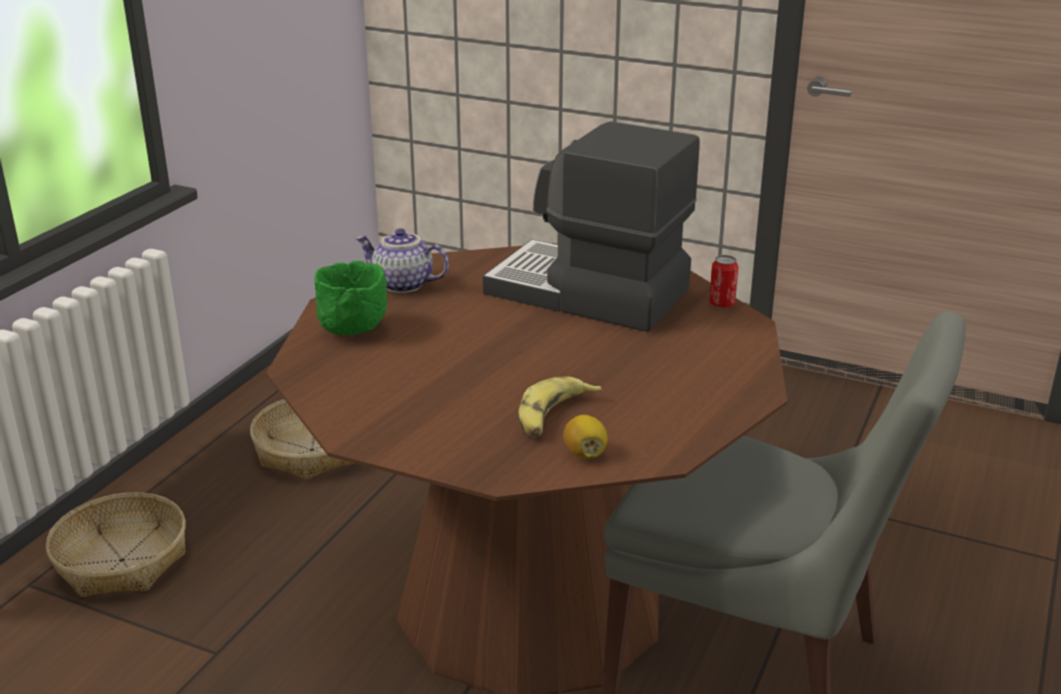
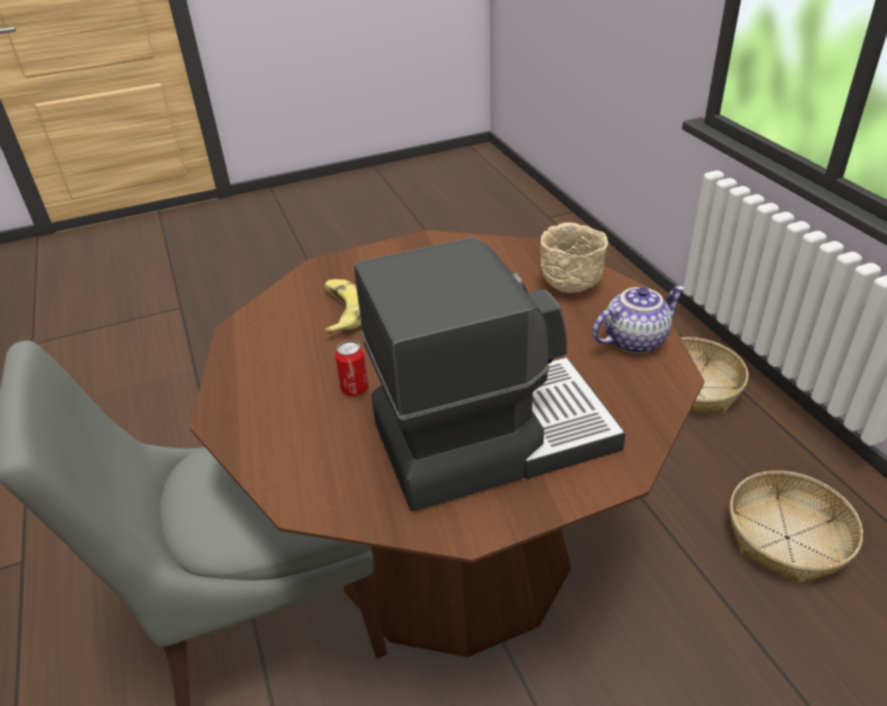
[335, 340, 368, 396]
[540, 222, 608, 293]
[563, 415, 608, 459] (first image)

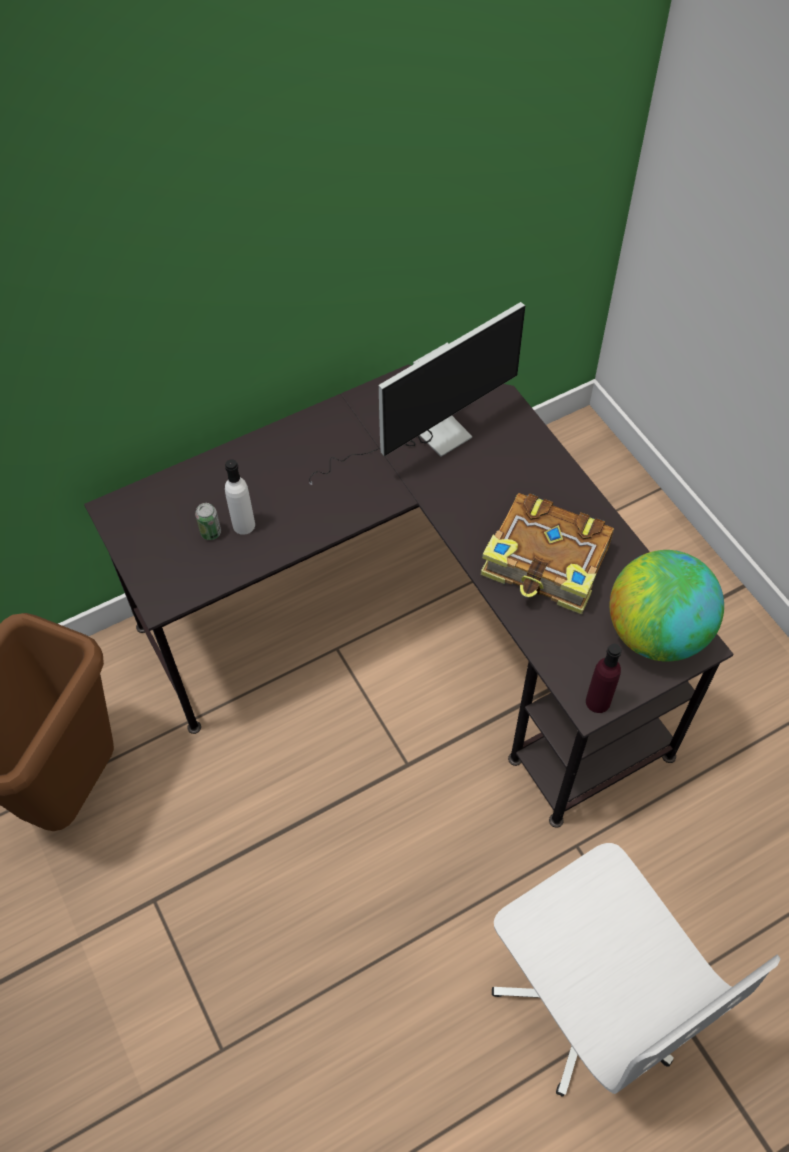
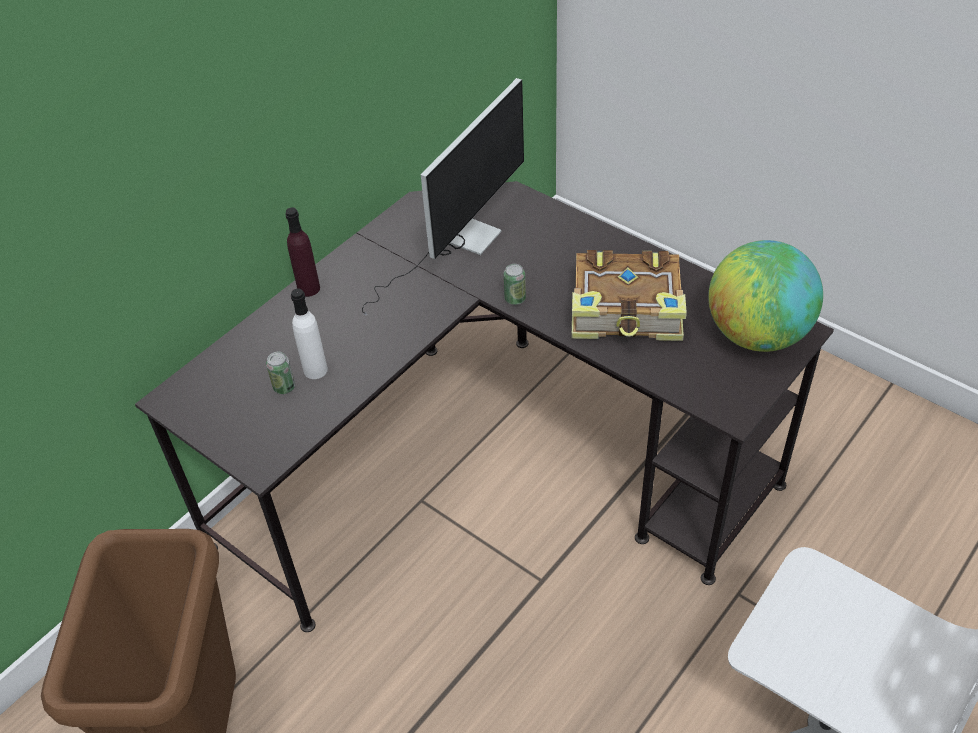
[285, 207, 320, 297]
[504, 264, 526, 305]

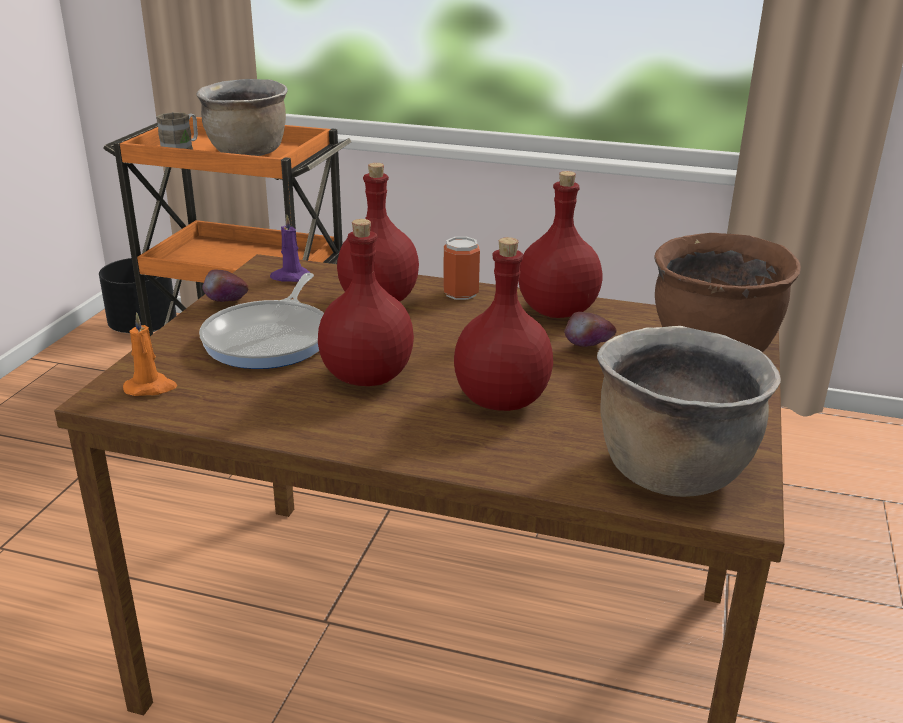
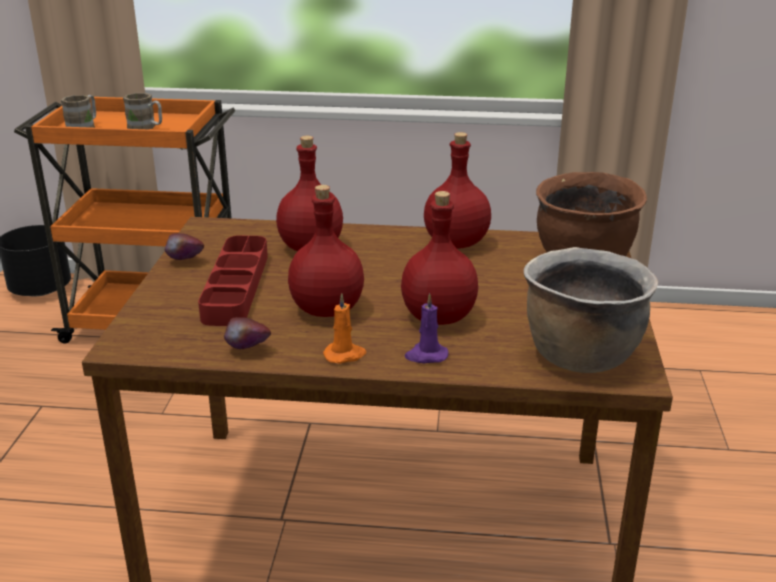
[123, 93, 162, 129]
[198, 236, 268, 326]
[224, 317, 271, 349]
[323, 293, 366, 364]
[404, 293, 448, 363]
[443, 237, 480, 300] (first image)

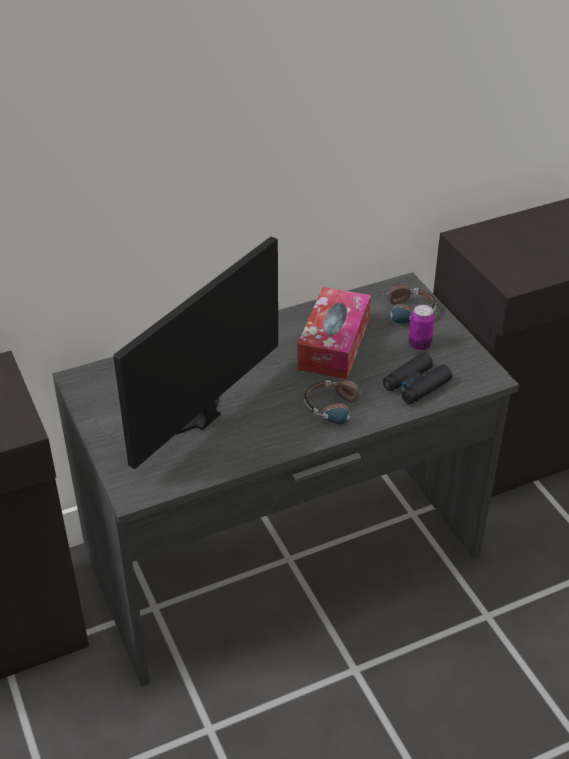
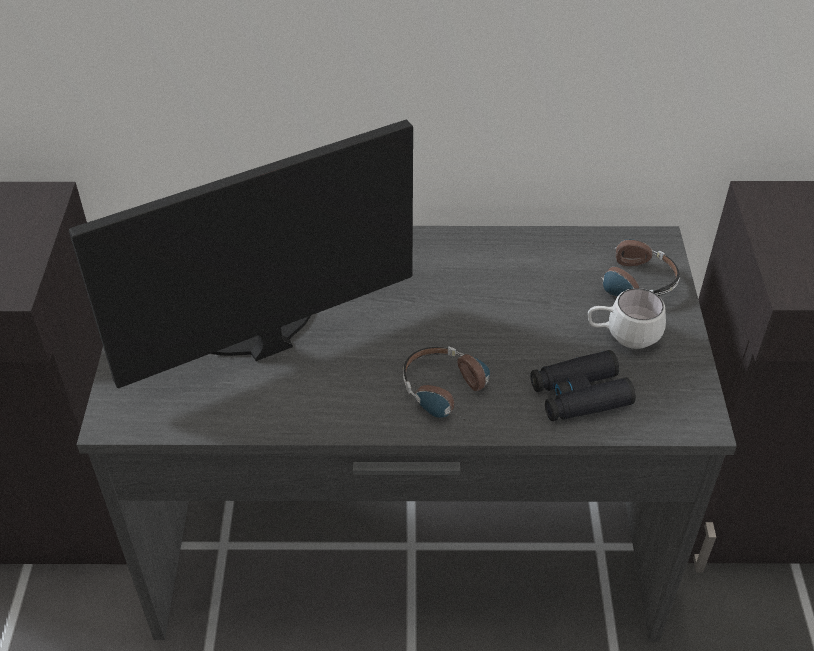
[588, 288, 666, 349]
[297, 287, 371, 379] (first image)

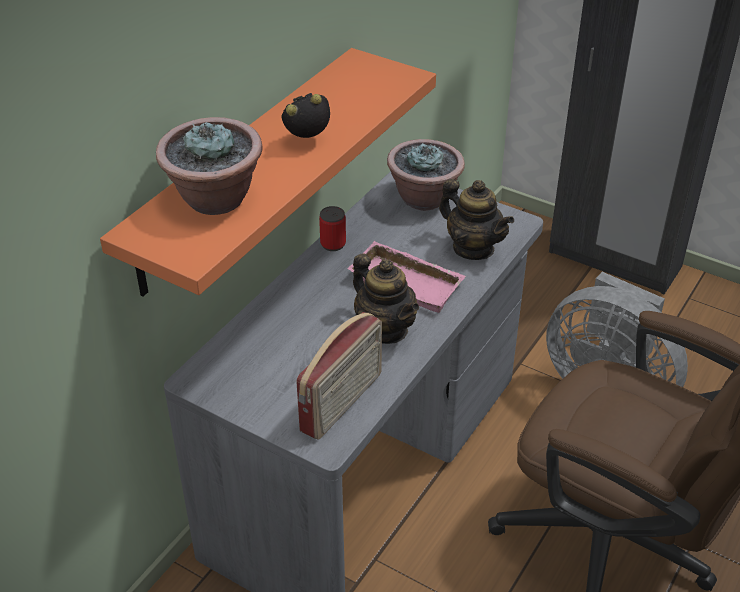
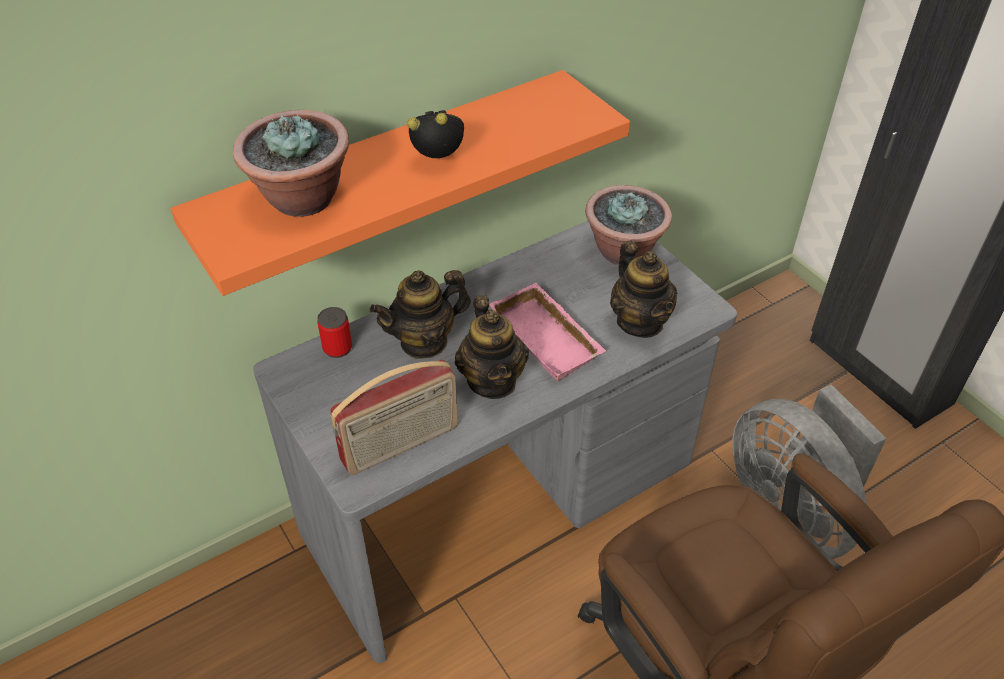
[317, 307, 352, 358]
[370, 270, 471, 359]

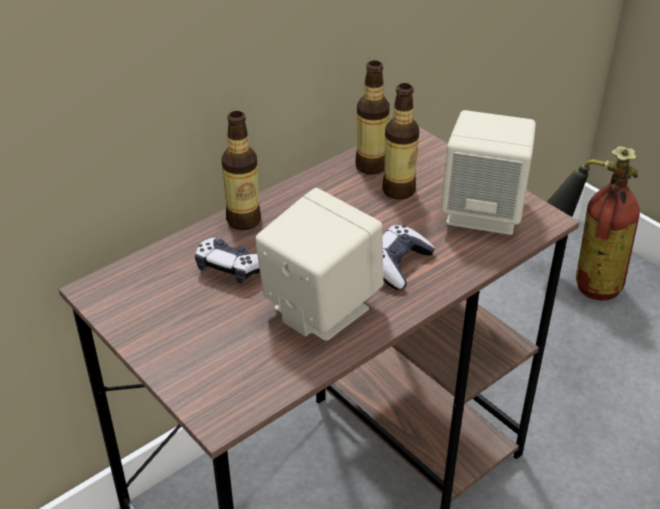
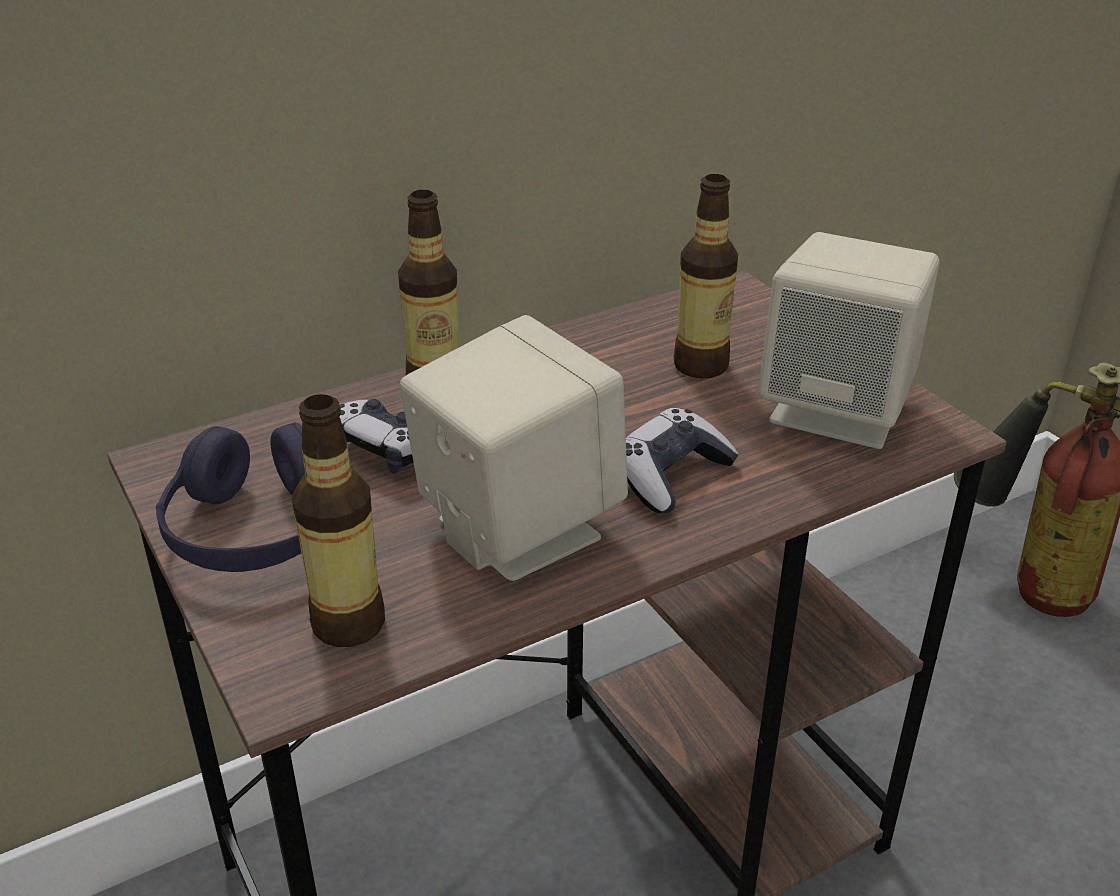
[156, 422, 305, 572]
[292, 394, 385, 647]

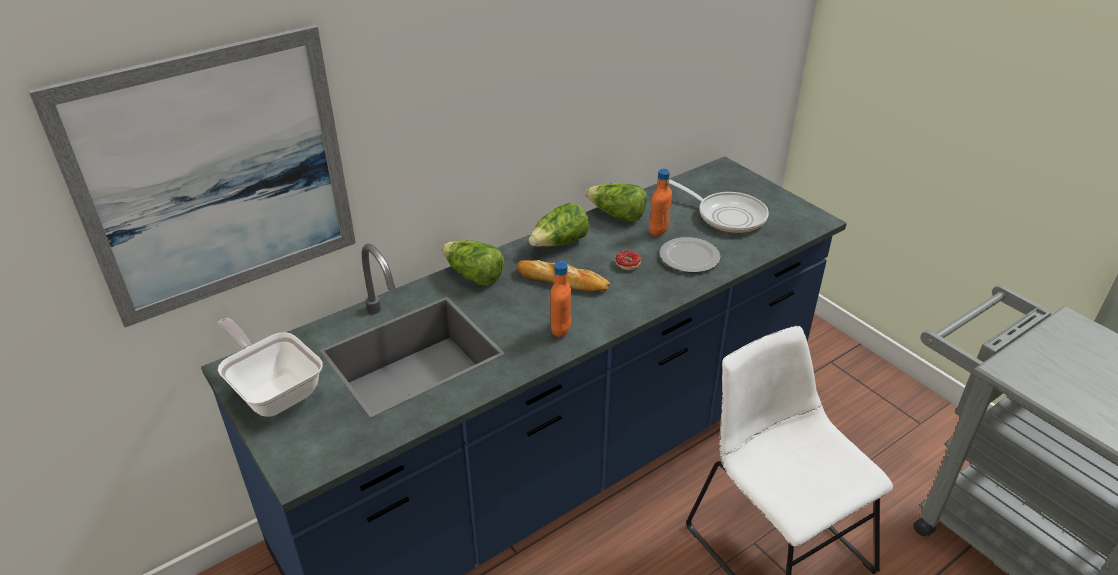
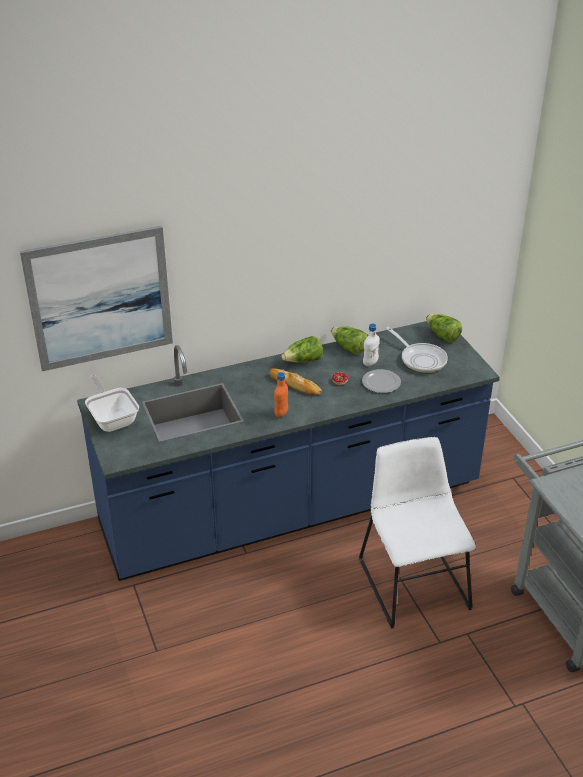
[363, 324, 380, 366]
[426, 314, 462, 342]

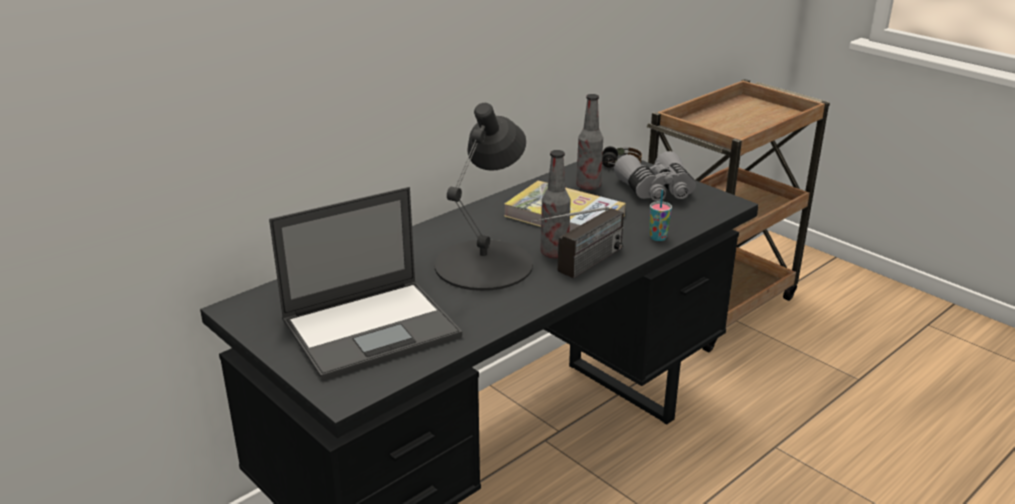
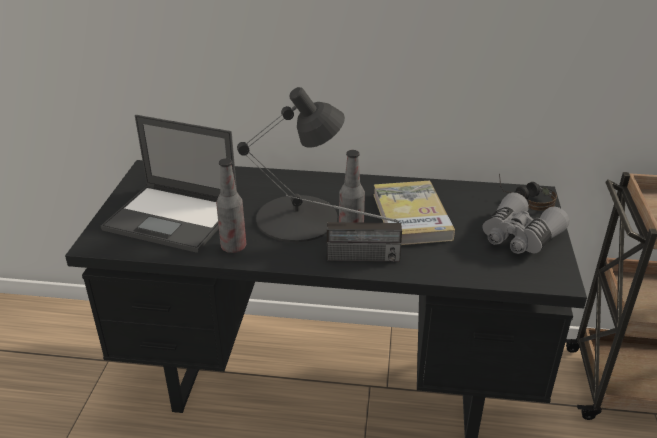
[216, 158, 246, 253]
[649, 190, 672, 241] (first image)

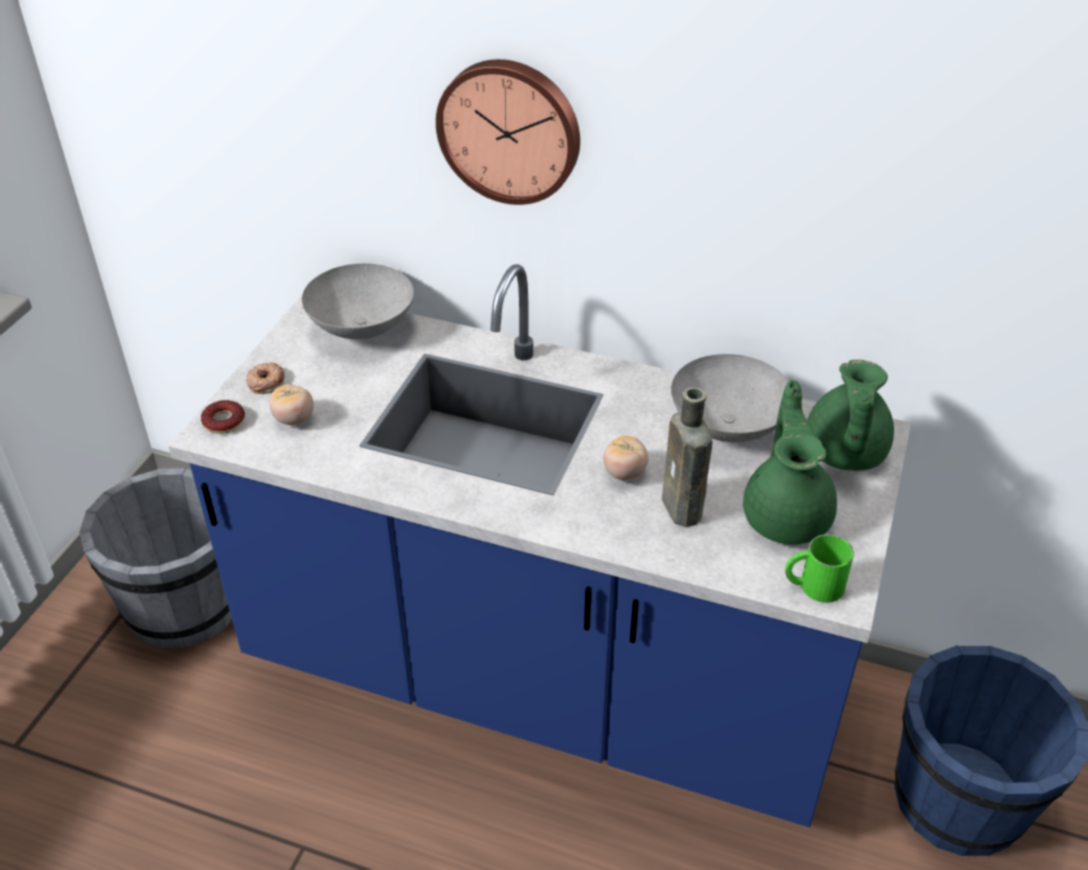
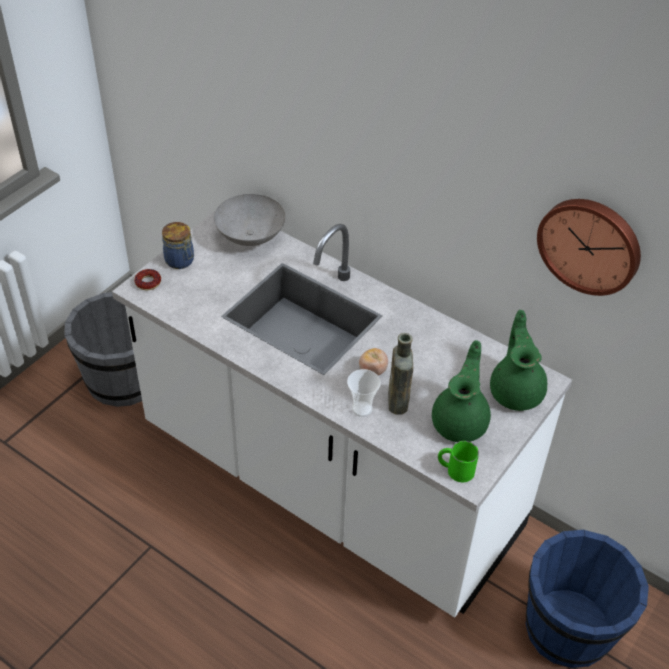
[112, 210, 572, 617]
[162, 222, 194, 269]
[347, 369, 381, 417]
[490, 310, 547, 411]
[537, 199, 641, 296]
[269, 384, 314, 425] (first image)
[671, 354, 789, 442] (first image)

